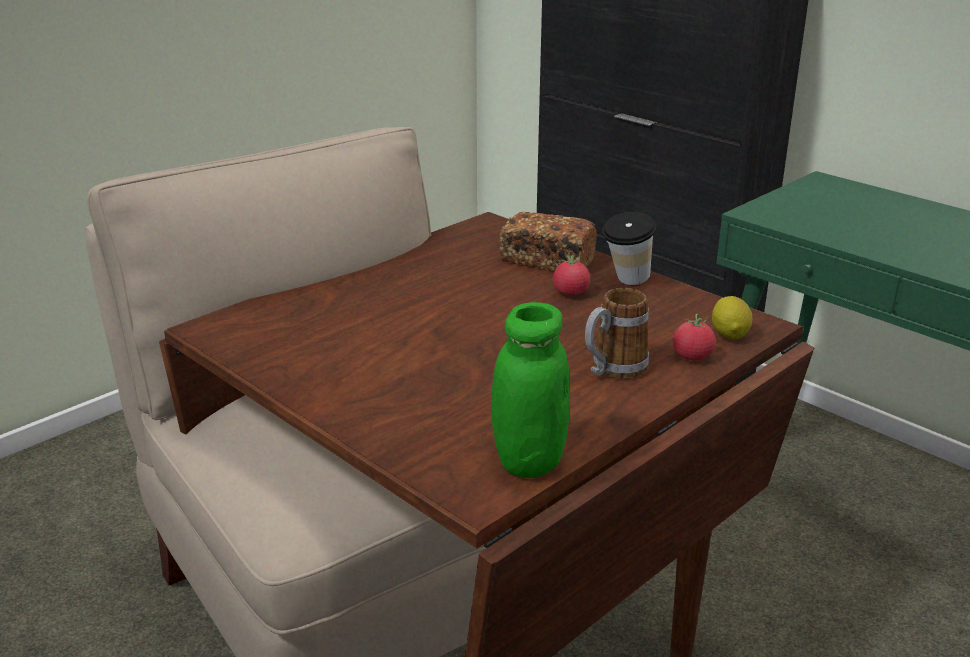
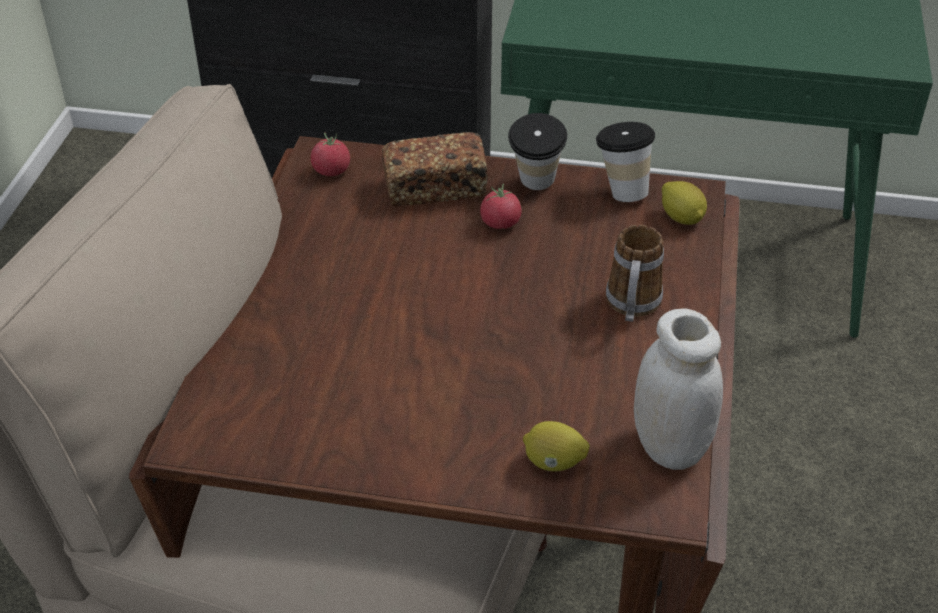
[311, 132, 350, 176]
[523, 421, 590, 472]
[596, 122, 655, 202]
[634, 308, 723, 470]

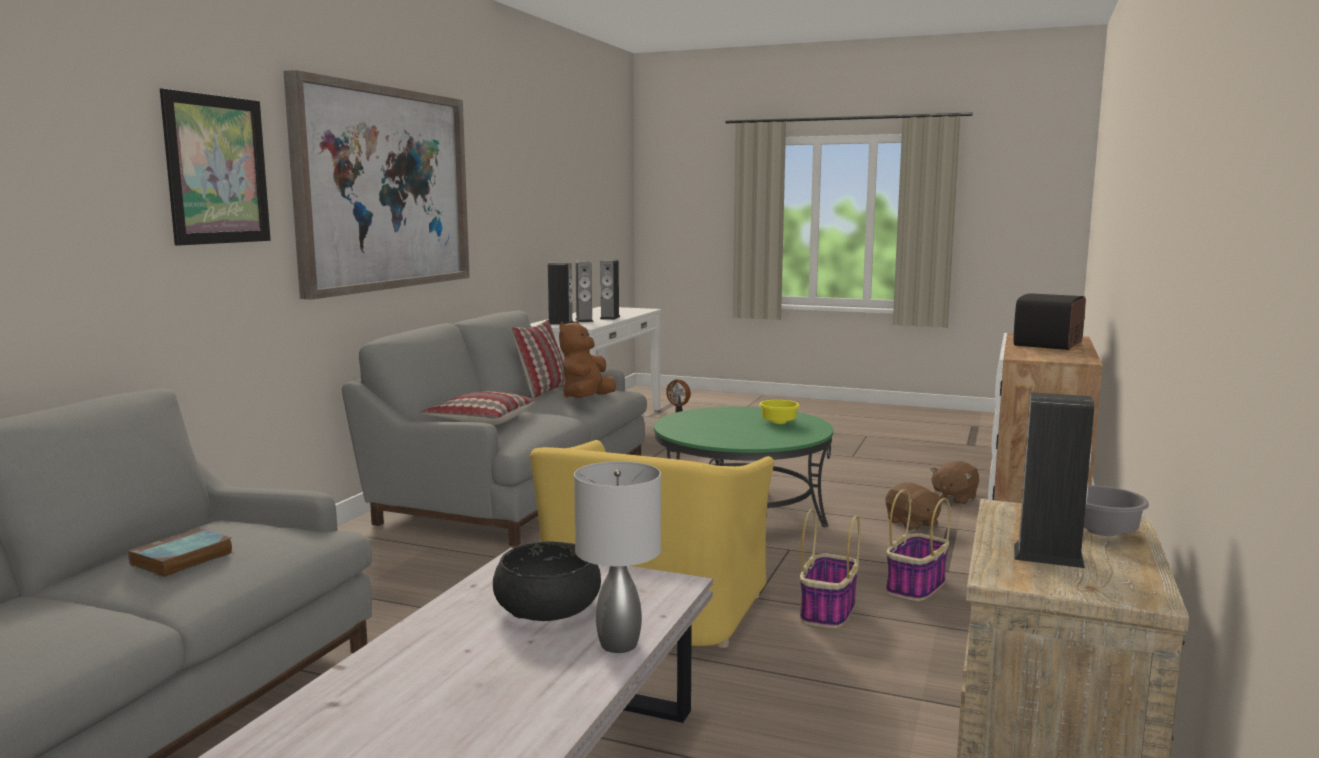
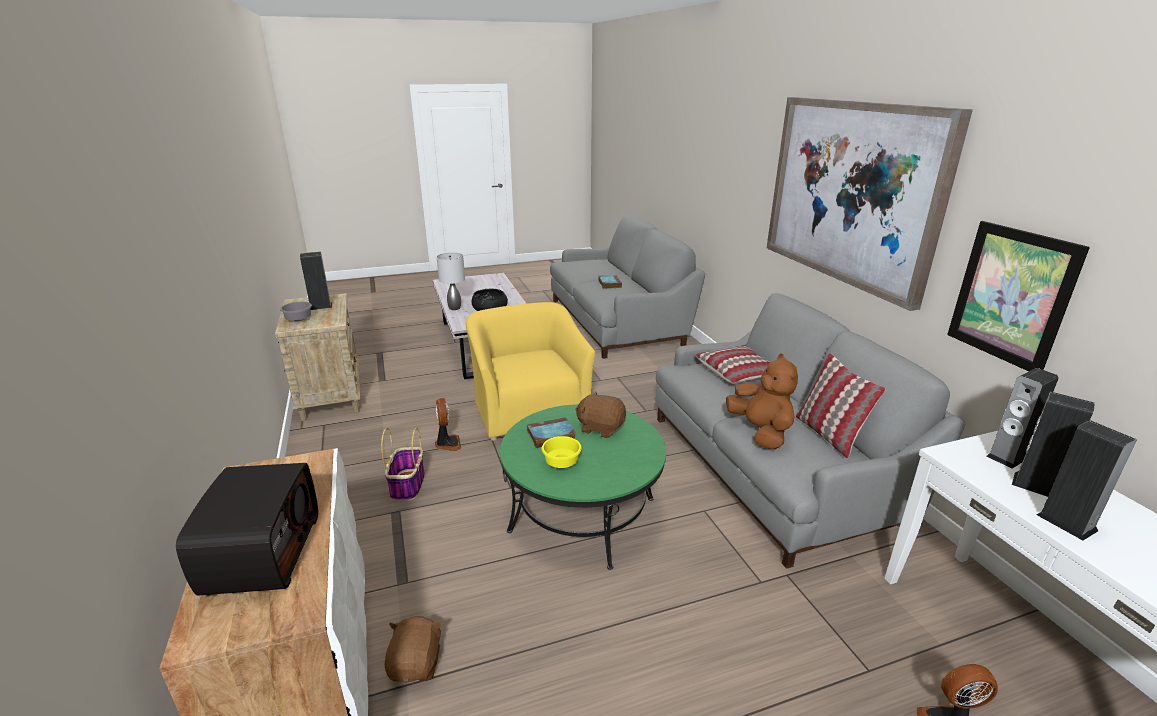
[435, 398, 461, 451]
[527, 417, 576, 448]
[575, 392, 626, 438]
[947, 221, 1090, 371]

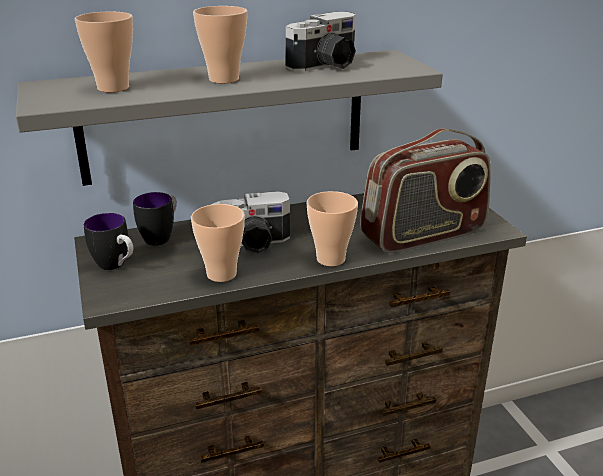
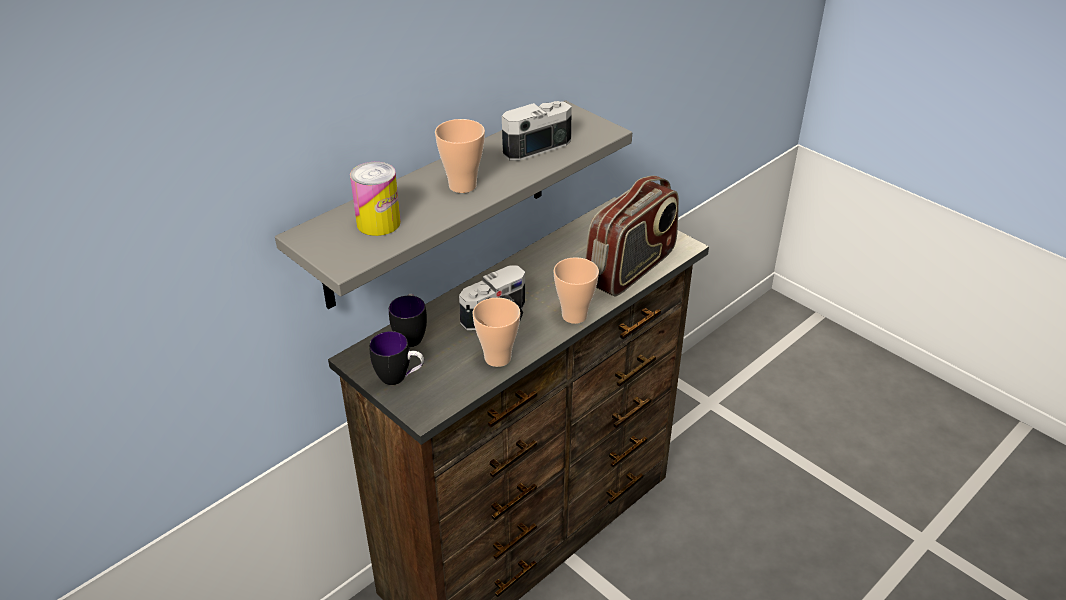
[350, 162, 401, 236]
[502, 101, 572, 161]

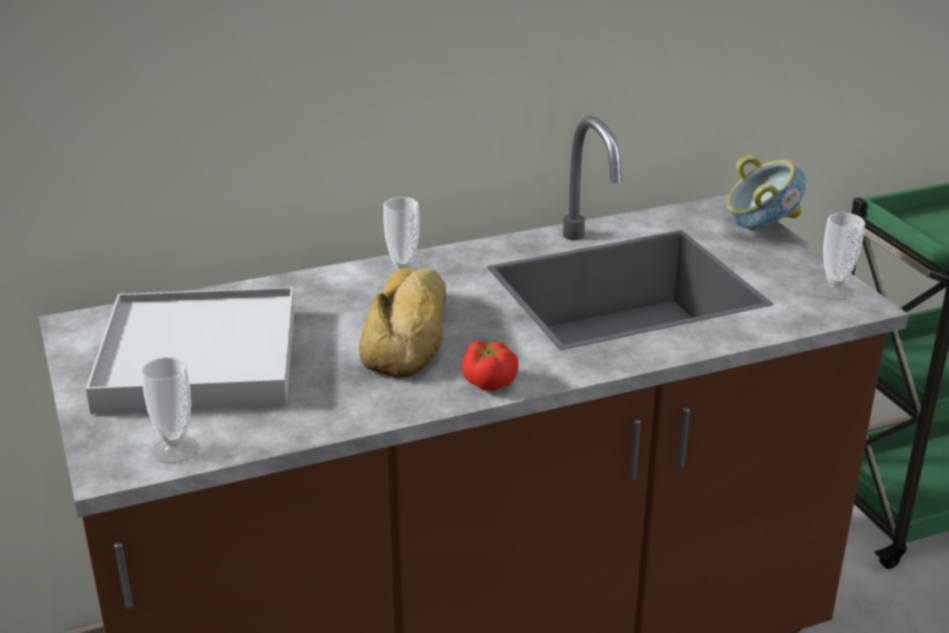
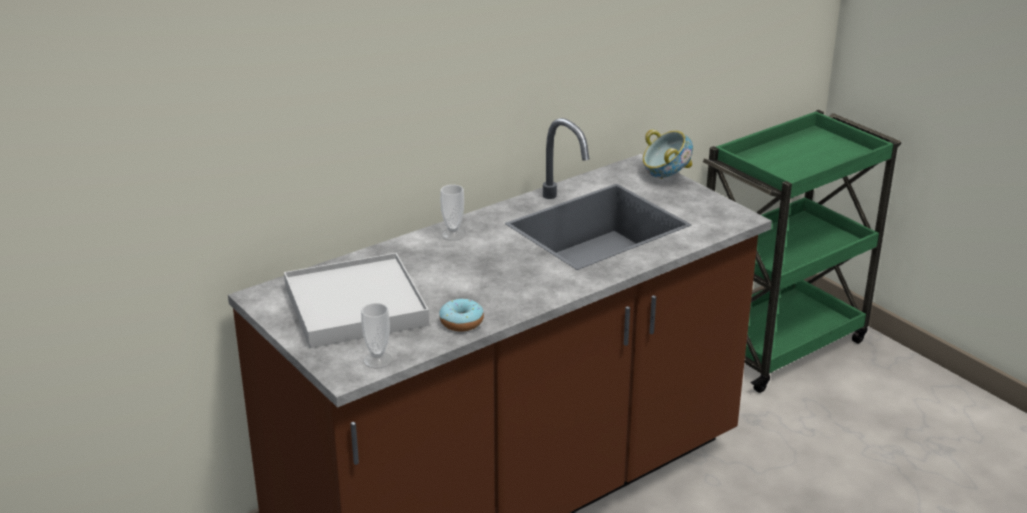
[439, 298, 484, 332]
[359, 268, 446, 378] (first image)
[462, 340, 519, 391] (first image)
[816, 213, 865, 300] (first image)

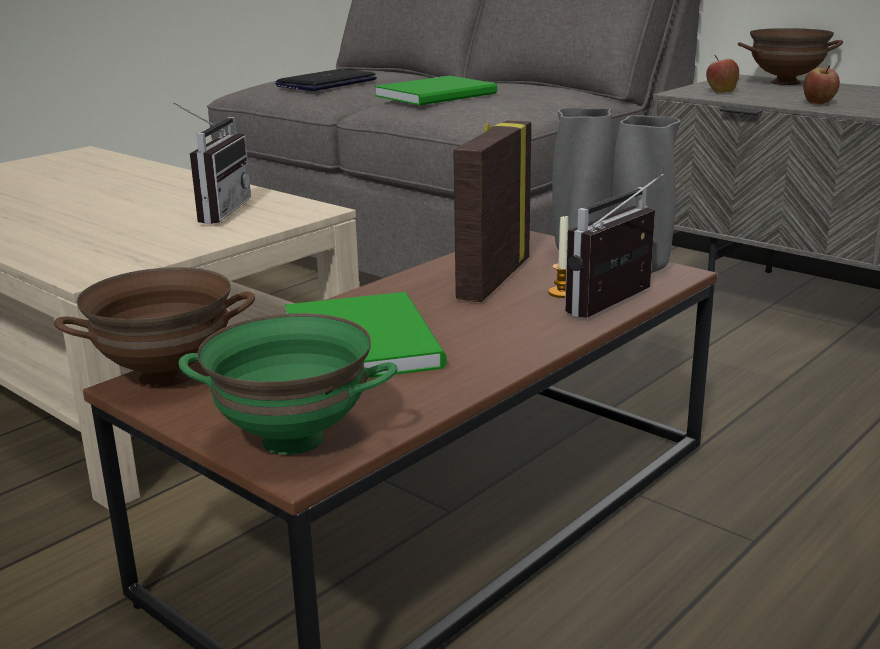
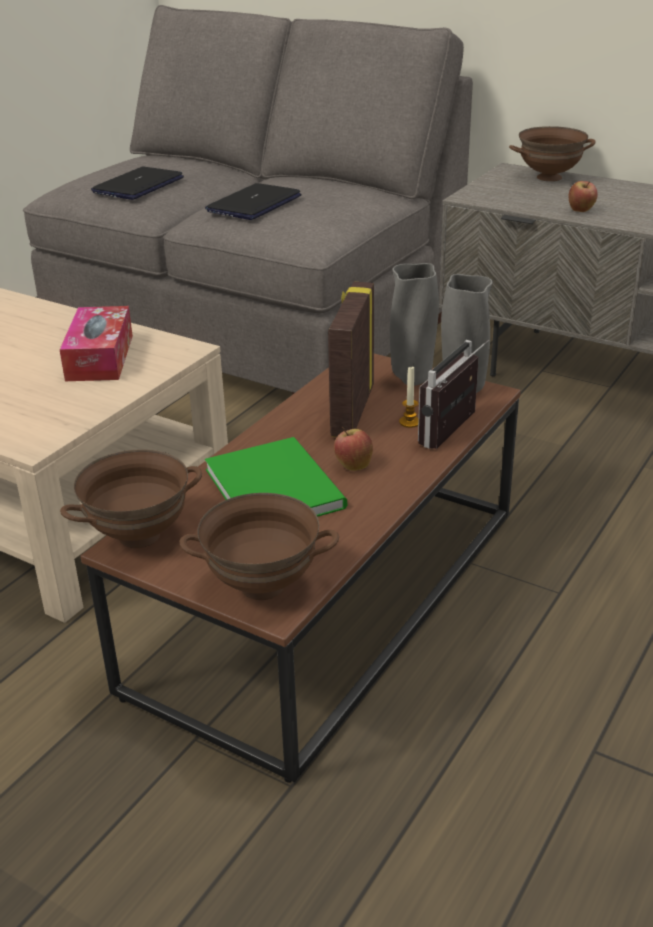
[59, 306, 133, 381]
[179, 493, 339, 600]
[205, 183, 301, 220]
[334, 426, 373, 471]

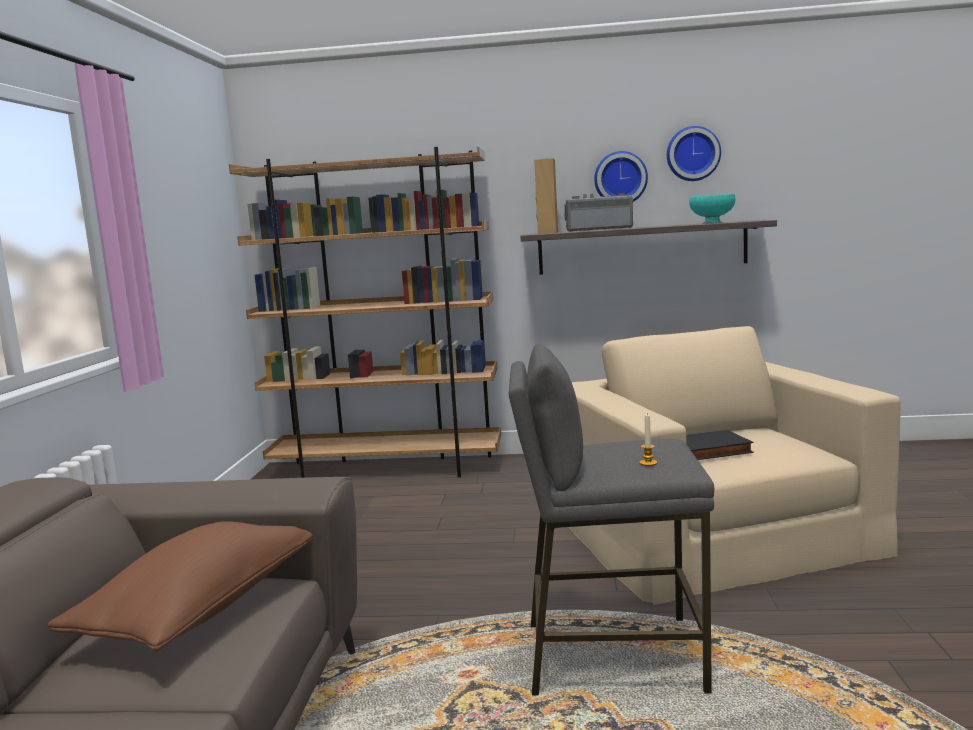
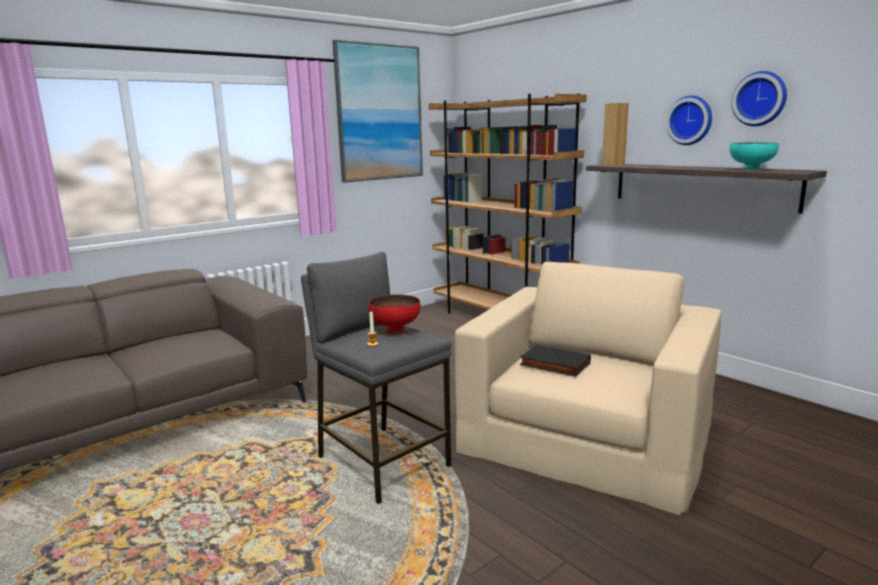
[332, 40, 423, 183]
[368, 294, 421, 335]
[47, 521, 313, 651] (first image)
[564, 193, 633, 232] (first image)

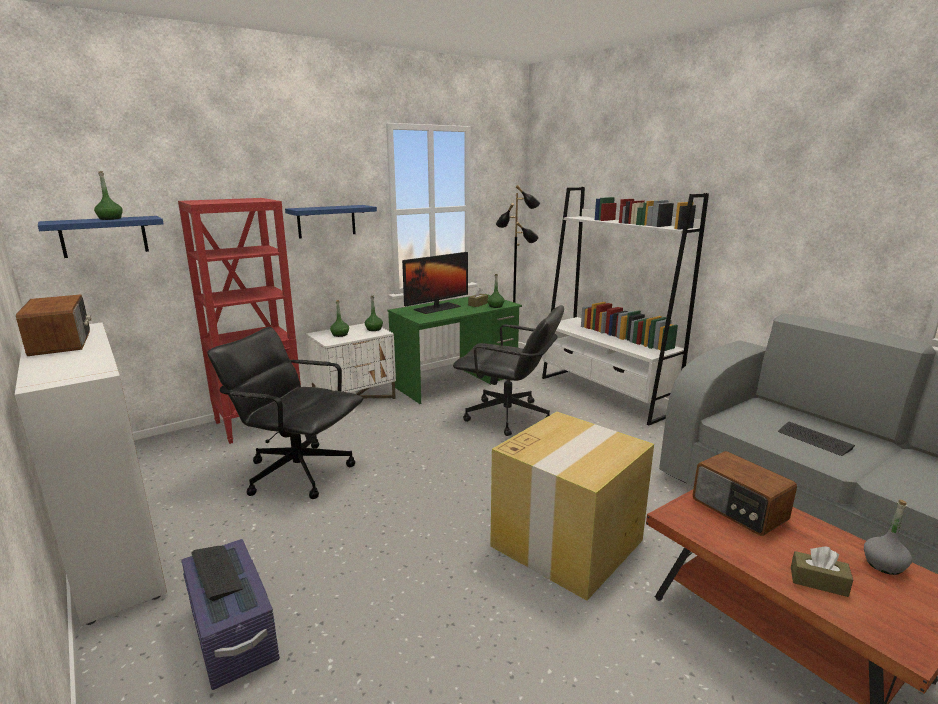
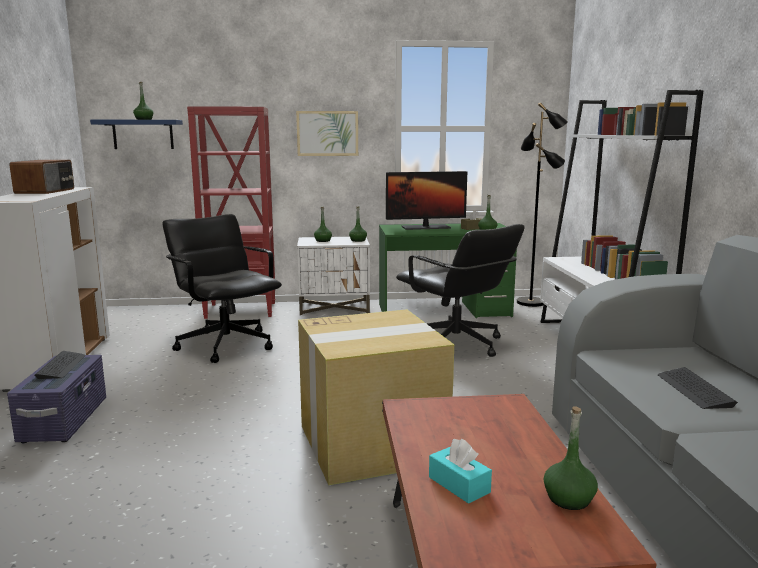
[296, 111, 358, 156]
[429, 439, 492, 504]
[544, 406, 598, 510]
[693, 451, 797, 536] (first image)

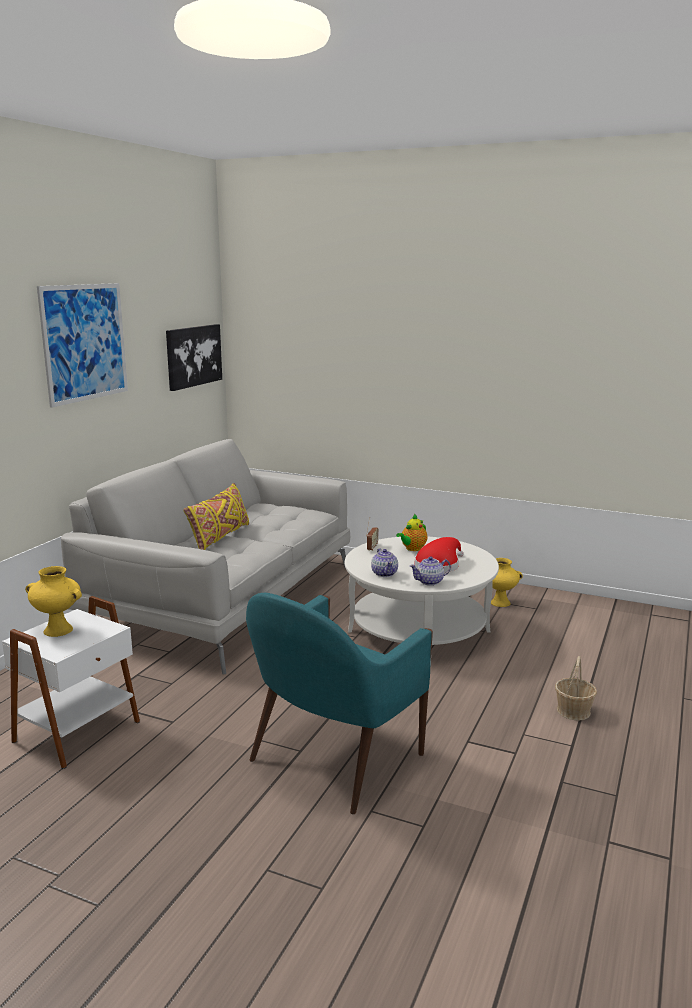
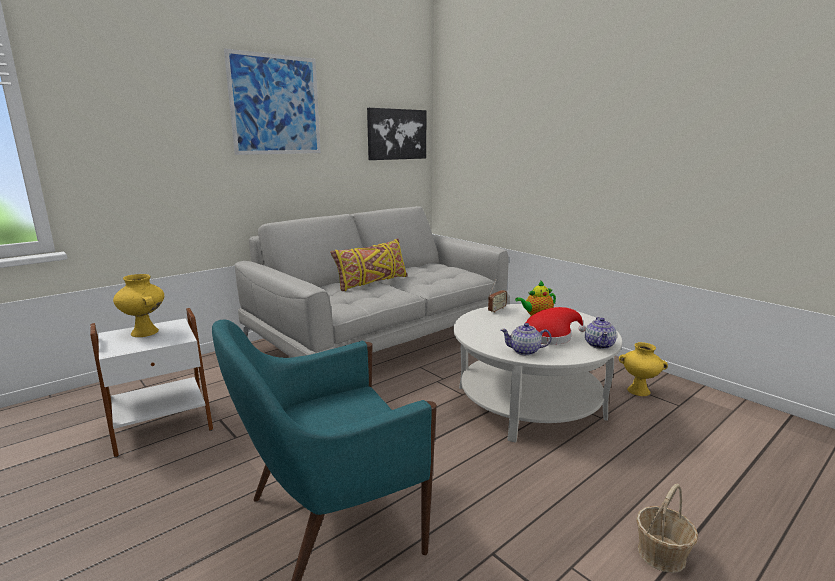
[585, 317, 617, 349]

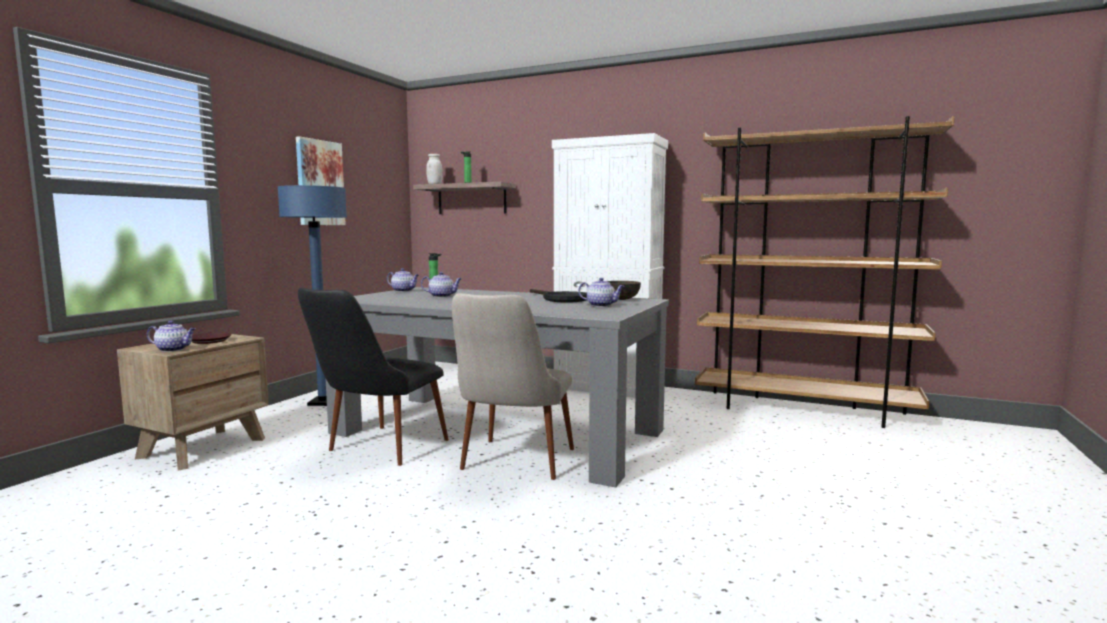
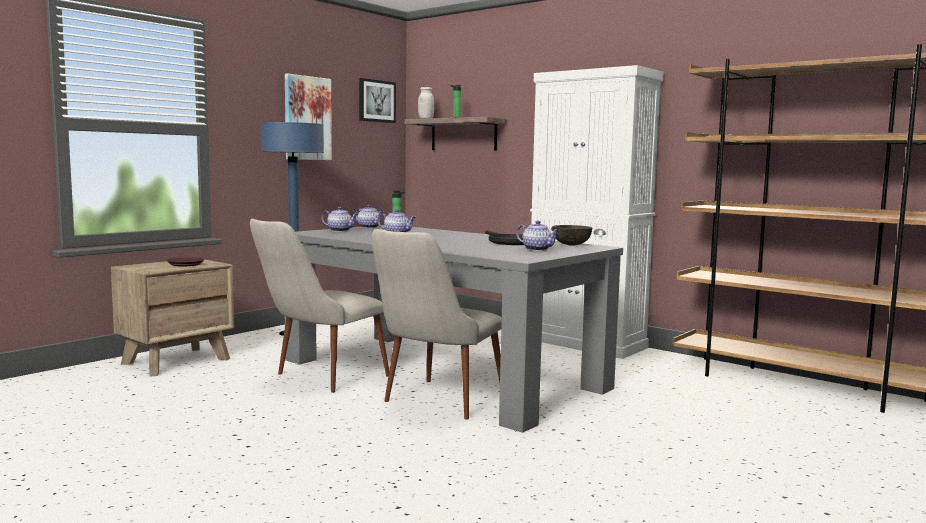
[250, 219, 389, 393]
[321, 207, 358, 232]
[359, 78, 396, 123]

